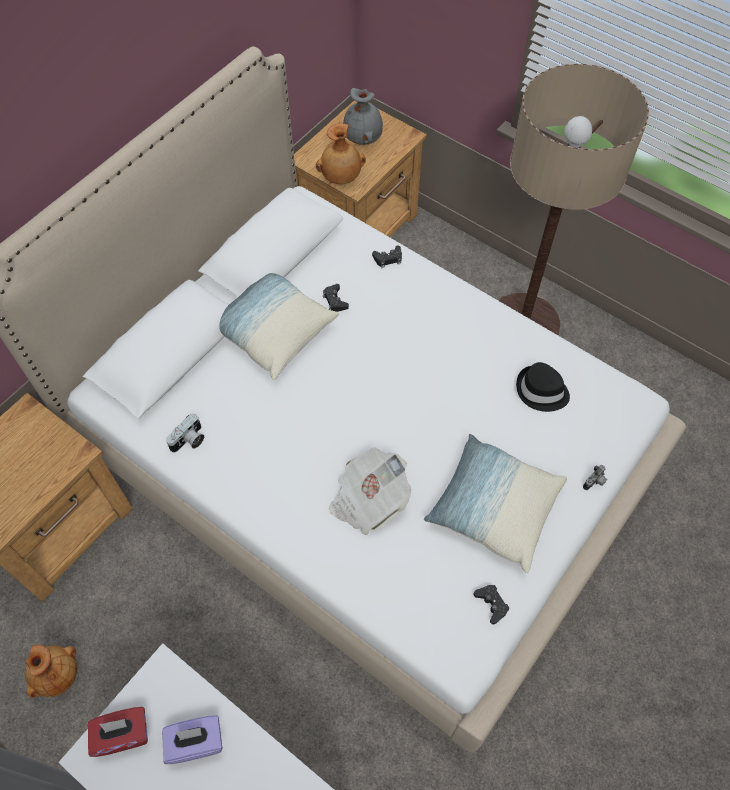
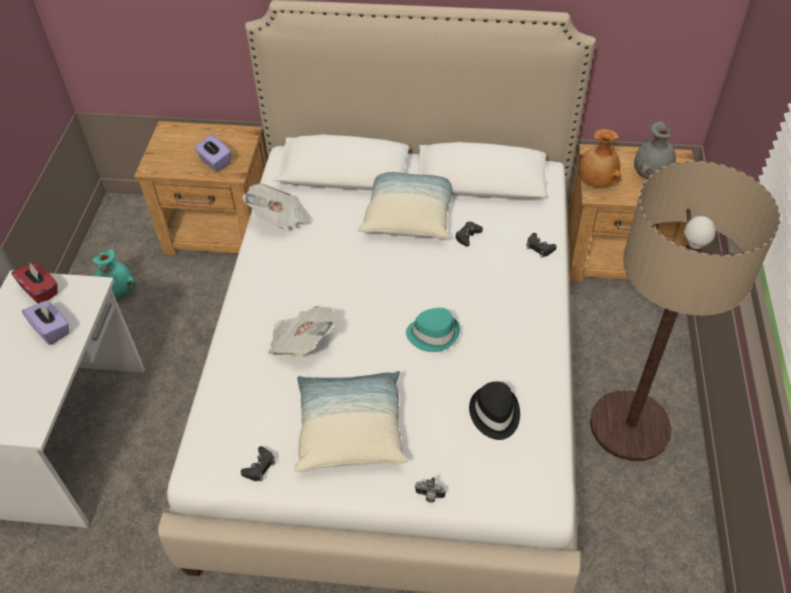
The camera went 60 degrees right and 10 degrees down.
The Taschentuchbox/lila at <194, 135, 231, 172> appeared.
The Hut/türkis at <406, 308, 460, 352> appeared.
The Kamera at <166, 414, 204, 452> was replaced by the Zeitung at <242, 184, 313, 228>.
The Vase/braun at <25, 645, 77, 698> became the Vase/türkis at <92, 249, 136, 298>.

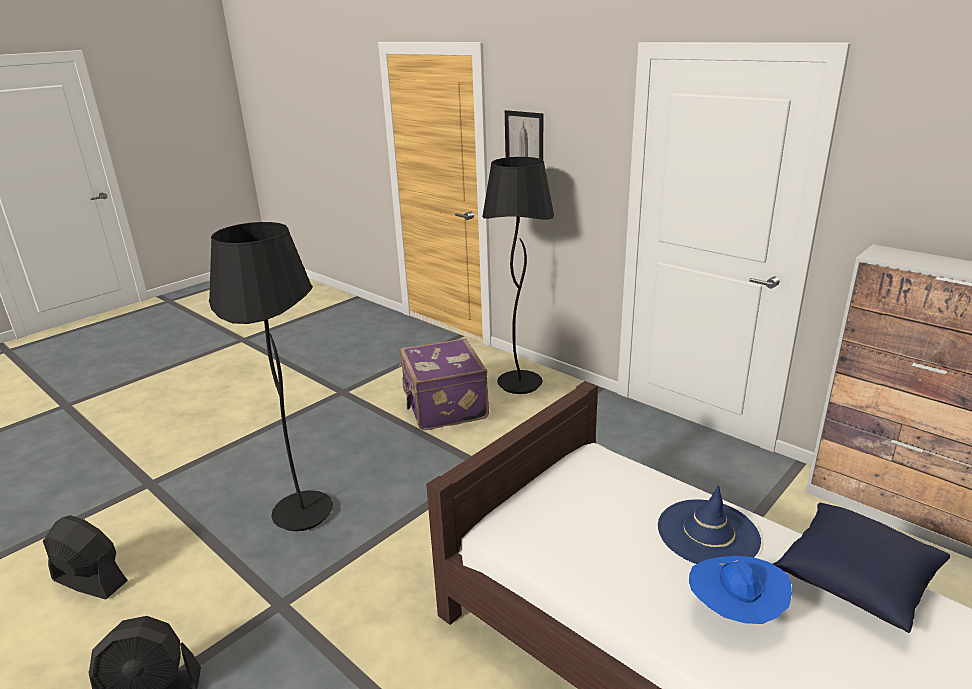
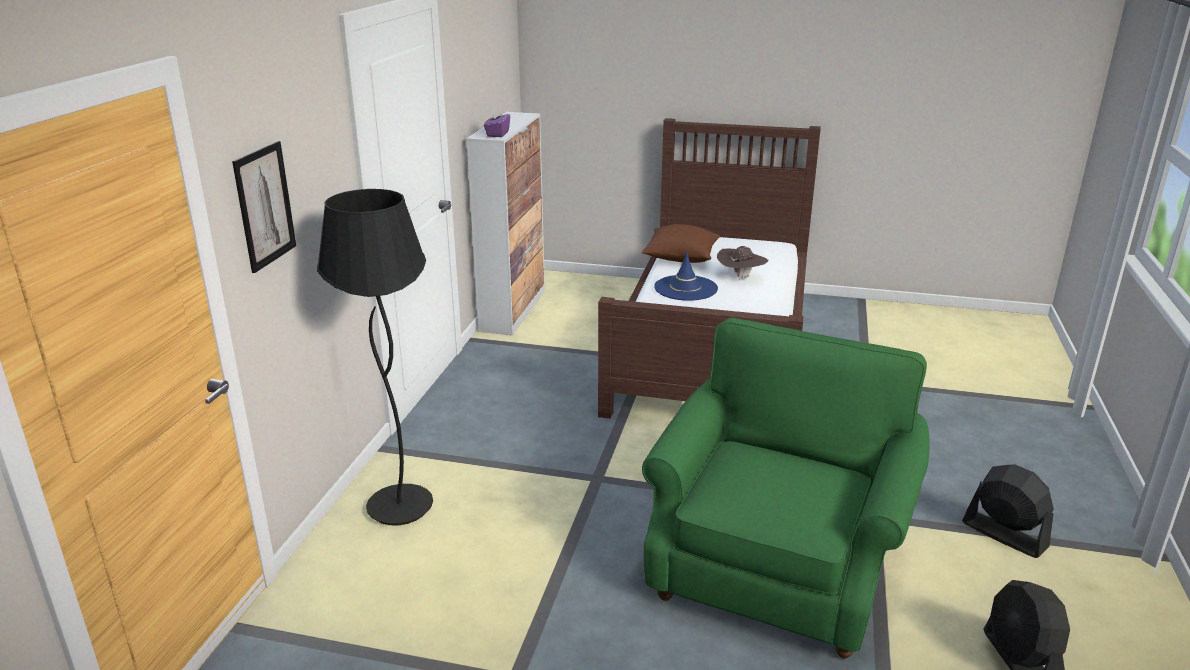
The camera went 120 degrees left and 0 degrees up.
The Koffer/lila at <399, 338, 489, 430> disappeared.
The Taschentuchbox/lila at <484, 108, 510, 137> appeared.
The Stehlampe/schwarz at <209, 222, 333, 531> was replaced by the Sessel/grün at <642, 318, 930, 659>.
The Hut/blau at <689, 556, 792, 624> became the Hut/braun at <717, 246, 768, 280>.
The Kissen/blau at <773, 503, 950, 633> became the Kissen/braun at <642, 224, 720, 263>.

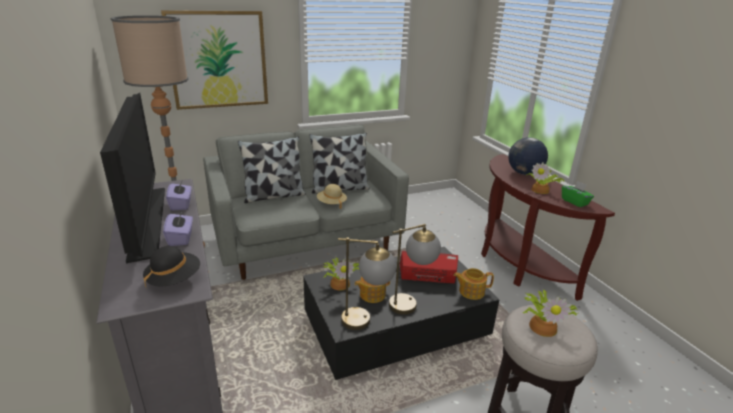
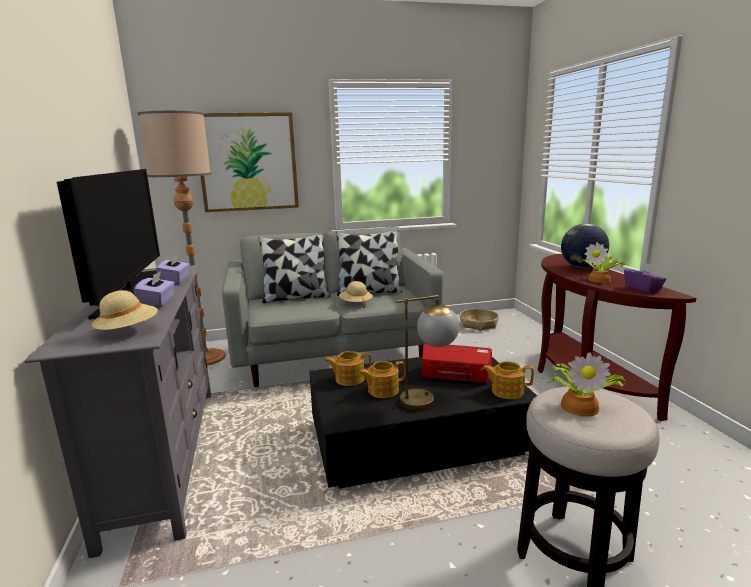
The camera went 10 degrees right and 10 degrees down.
The Tischlampe at <338, 237, 396, 330> disappeared.
The Korb at <460, 309, 499, 331> appeared.
The Topfpflanze at <323, 257, 359, 290> was replaced by the Teekanne at <325, 351, 371, 386>.
The Hut/schwarz at <143, 246, 200, 287> became the Hut/beige at <91, 290, 158, 338>.
The Taschentuchbox/grün at <562, 181, 594, 207> became the Taschentuchbox/lila at <624, 262, 666, 293>.

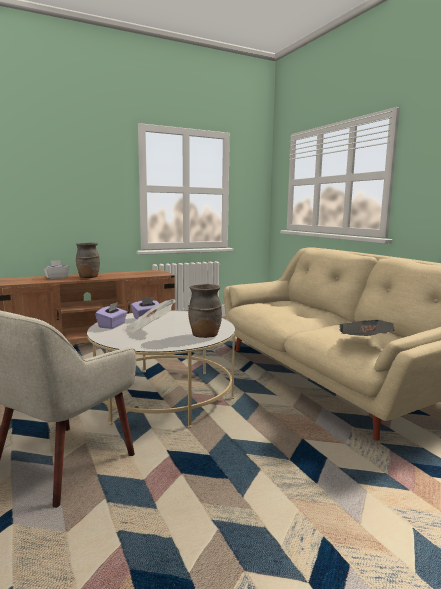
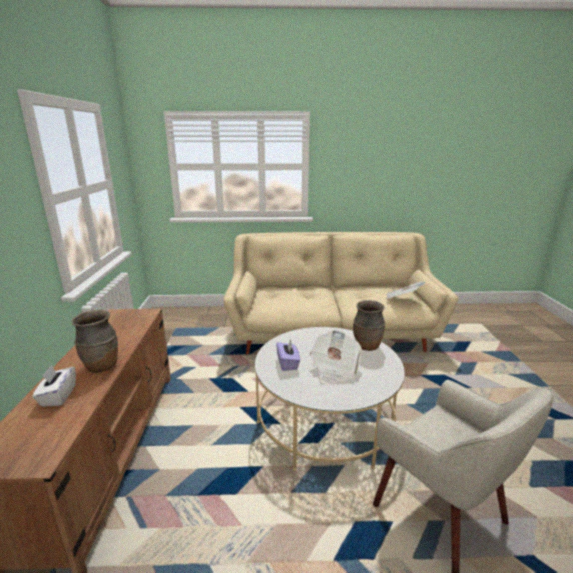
The camera went 65 degrees left and 10 degrees up.
The Taschentuchbox/lila at <95, 302, 127, 329> disappeared.

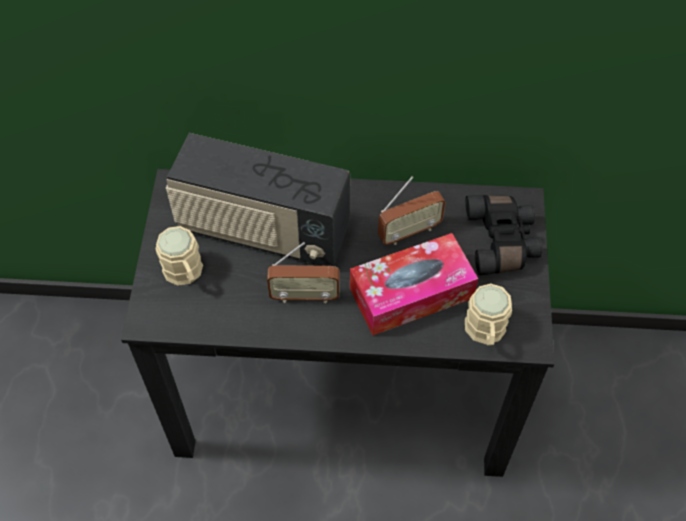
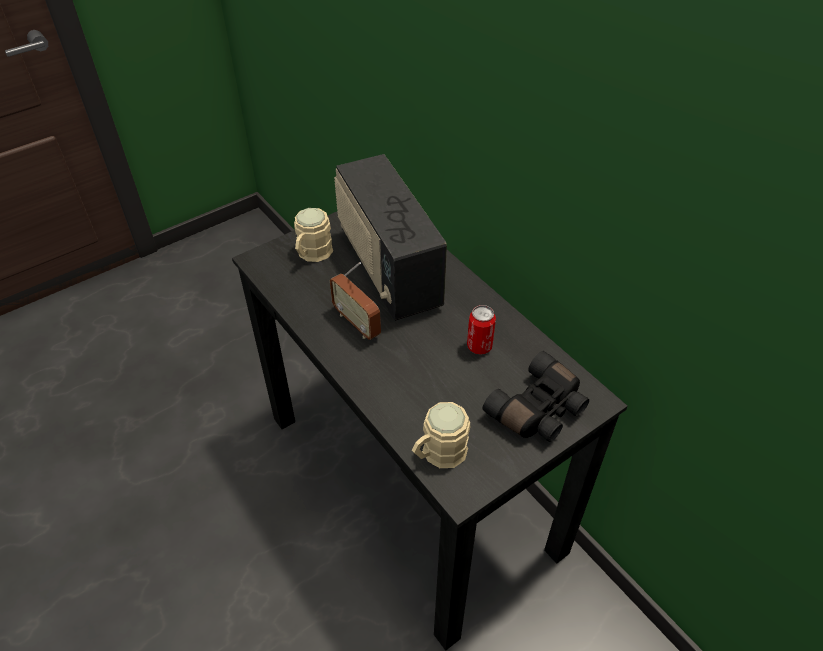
The camera went 50 degrees right and 10 degrees down.
The Taschentuchbox at <350, 233, 478, 336> disappeared.
The Radio at <378, 176, 446, 245> was replaced by the Dose at <467, 305, 496, 355>.

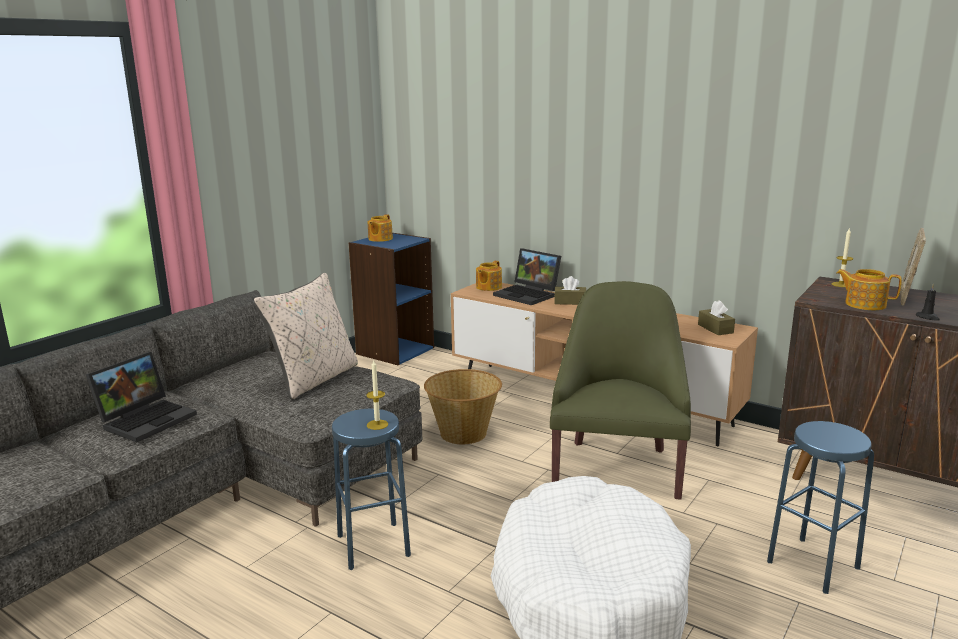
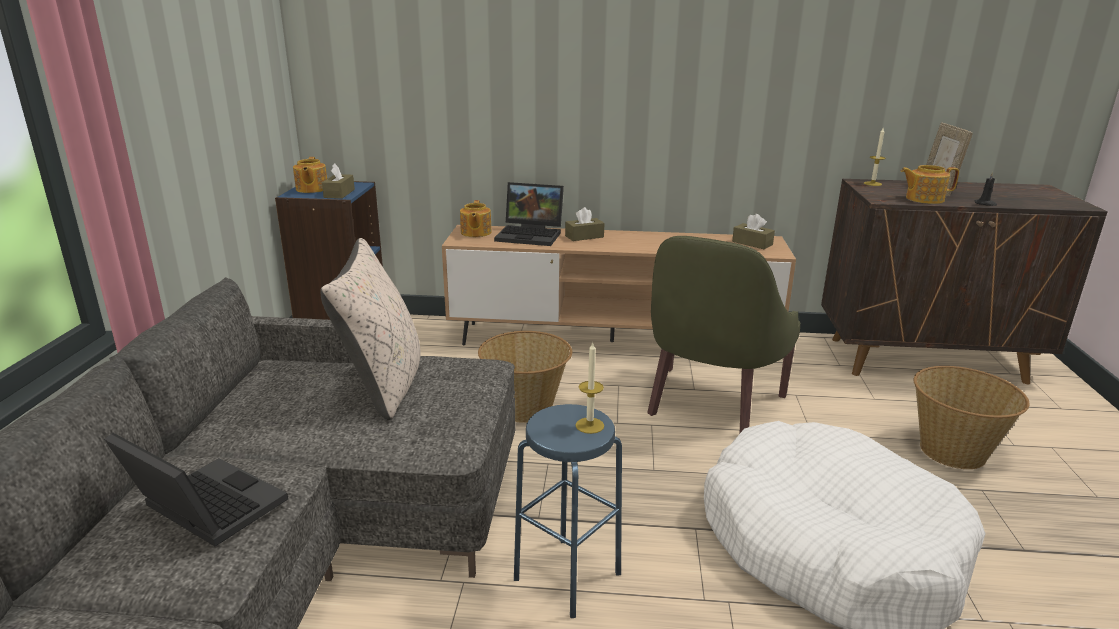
The camera went 30 degrees left and 5 degrees up.
The Taschentuchbox/braun at <322, 163, 355, 199> appeared.
The Hocker/blau at <767, 421, 874, 594> was replaced by the Korb at <914, 366, 1030, 469>.
The Laptop at <85, 352, 197, 442> turned 60 degrees counterclockwise.
The Sessel/grün at <550, 281, 691, 500> turned 135 degrees counterclockwise.

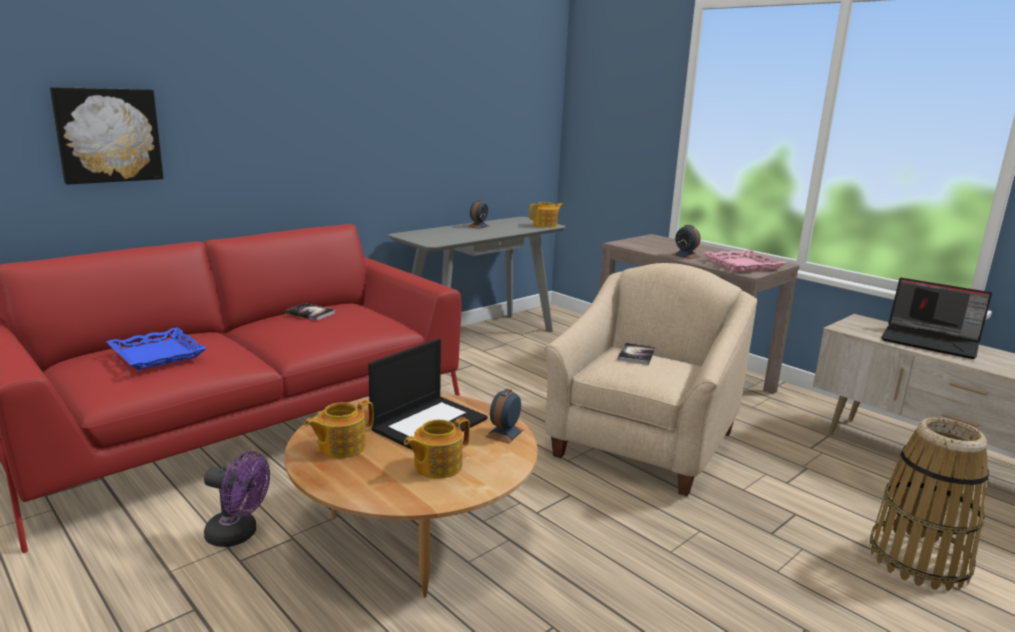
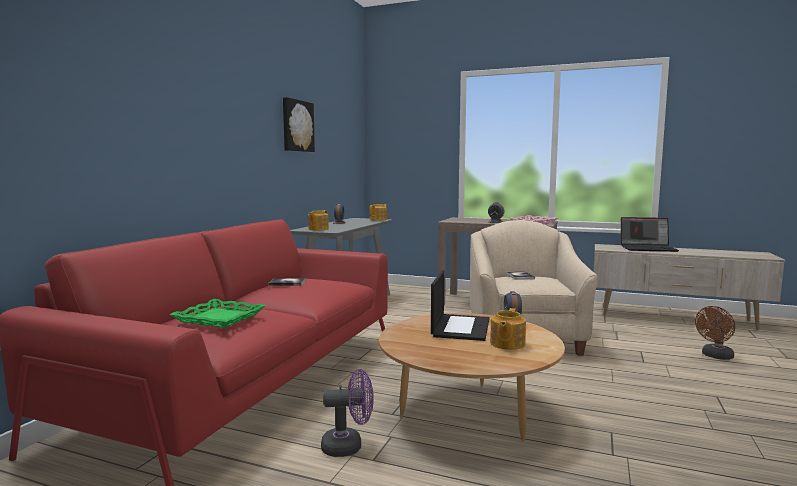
The camera went 25 degrees left and 10 degrees down.
The Bild moved from <50, 87, 163, 185> to <283, 97, 315, 152>.
The Teekanne moved from <304, 400, 374, 458> to <308, 210, 329, 230>.
The Korb at <869, 418, 989, 591> was replaced by the Ventilator/braun at <695, 306, 735, 360>.
The Tablett/blau at <106, 327, 207, 370> became the Tablett/grün at <170, 299, 266, 328>.

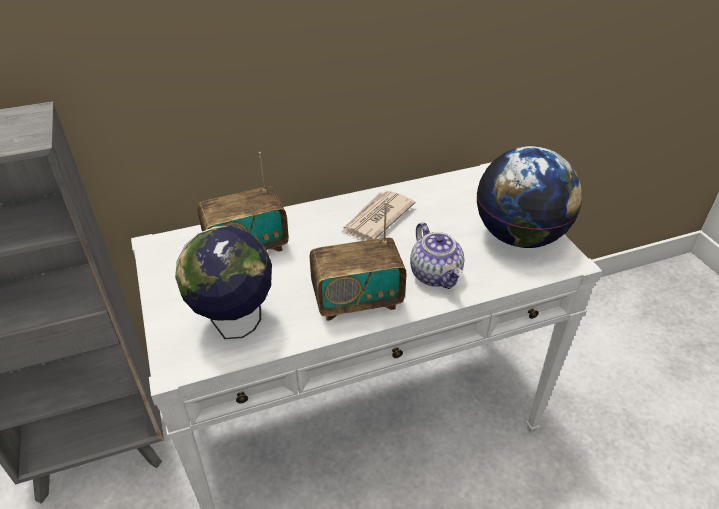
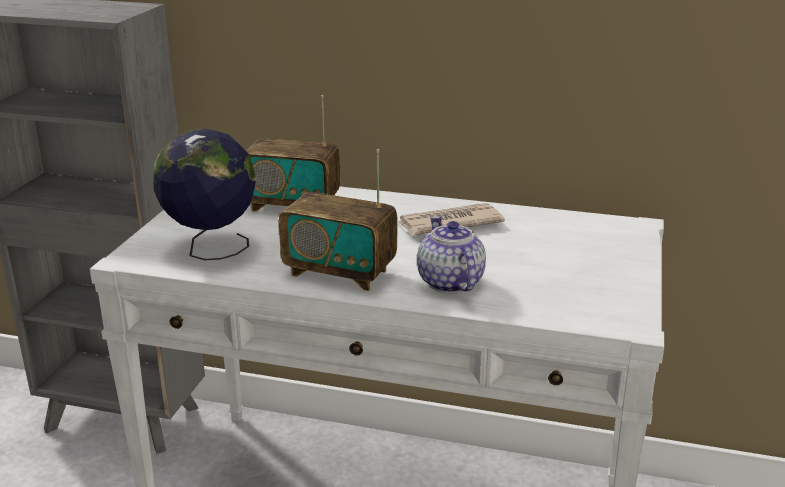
The camera went 35 degrees right and 15 degrees down.
The Globus at <477, 146, 582, 248> disappeared.
The Teekanne at <410, 222, 465, 289> turned 150 degrees clockwise.

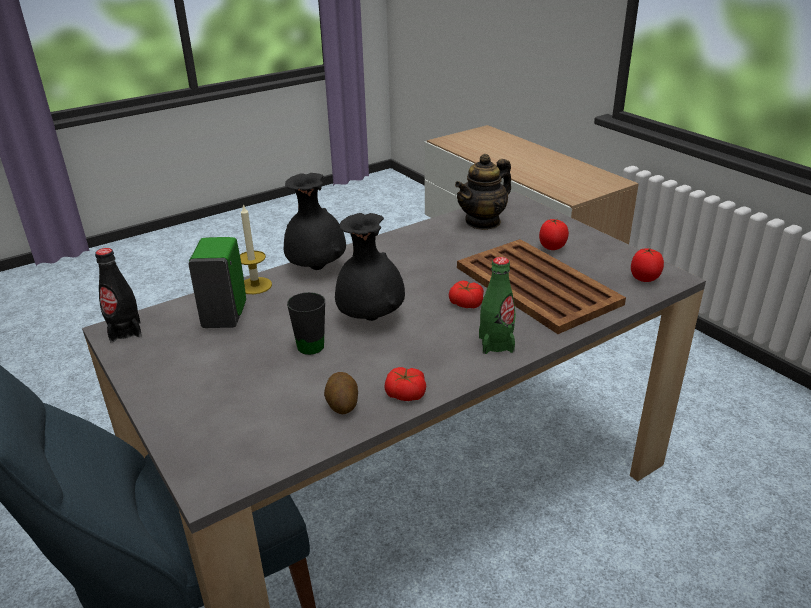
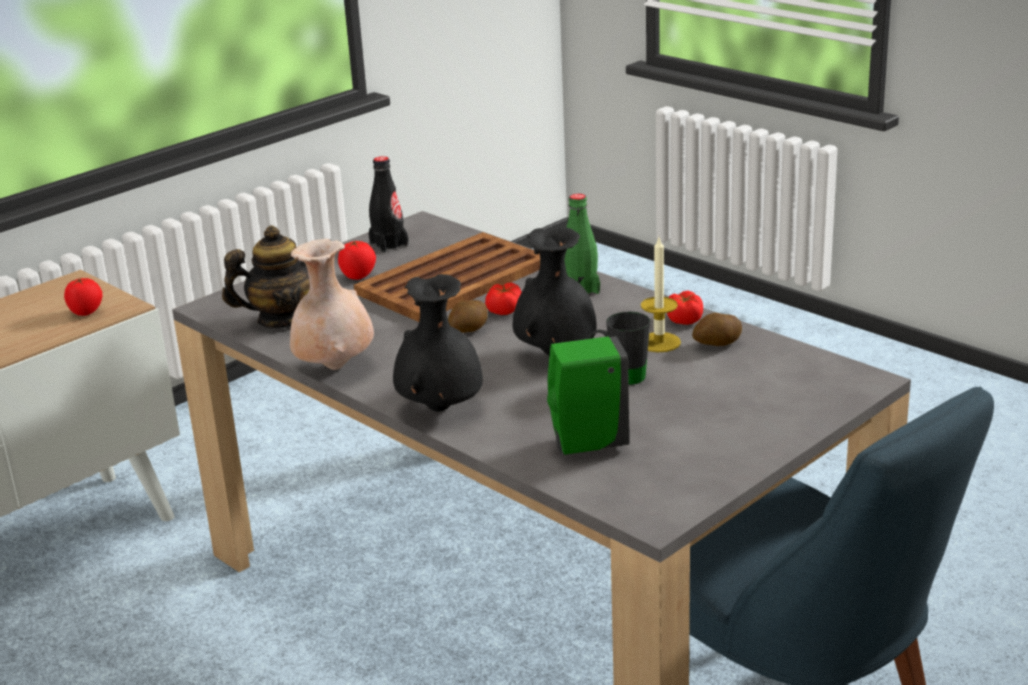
The camera went 100 degrees left and 5 degrees down.
The Vase/beige at <290, 239, 374, 370> appeared.
The Kartoffel at <448, 300, 488, 333> appeared.
The Flasche/schwarz moved from <95, 248, 142, 343> to <369, 156, 408, 253>.
The Kerze moved from <240, 204, 272, 294> to <641, 238, 681, 352>.
The Tomate moved from <631, 248, 664, 282> to <64, 278, 102, 316>.
The Teekanne at <455, 154, 511, 230> turned 60 degrees counterclockwise.

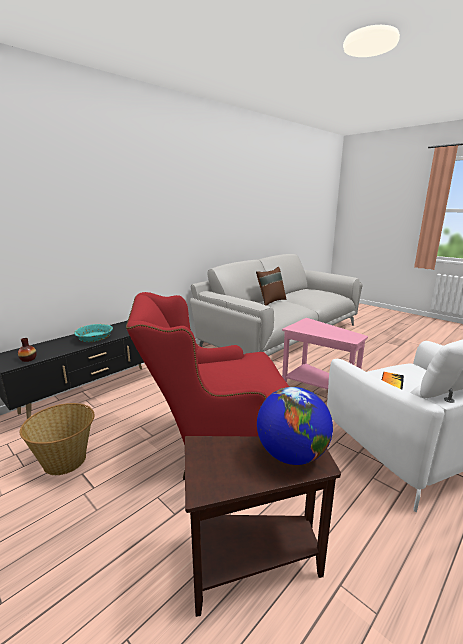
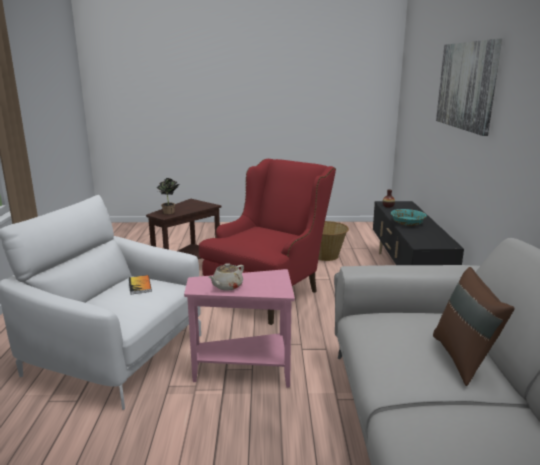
The camera went 135 degrees right and 0 degrees up.
The Teekanne/beige at <208, 263, 244, 291> appeared.
The Bild at <436, 39, 502, 136> appeared.
The Globus at <257, 387, 333, 465> was replaced by the Topfpflanze at <157, 178, 180, 214>.

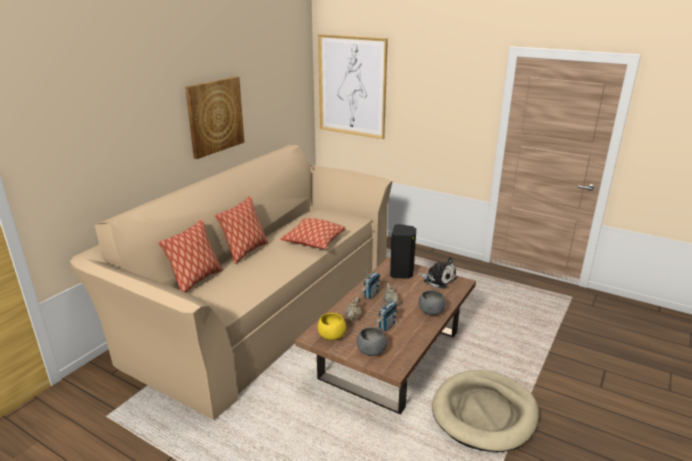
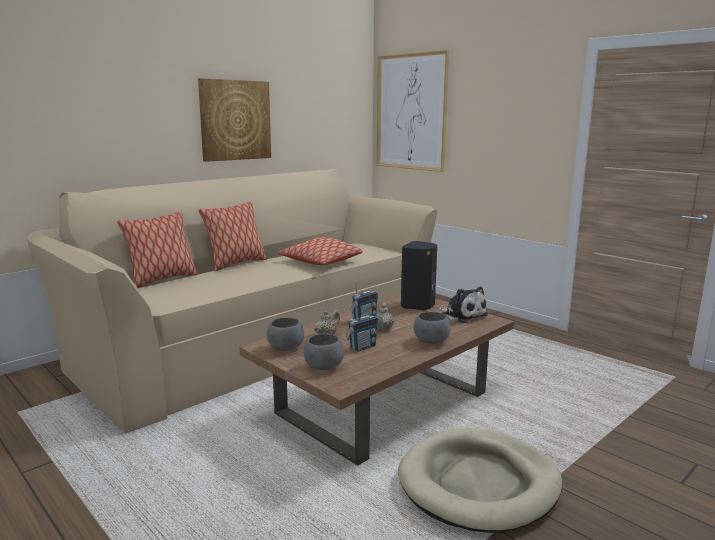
The camera went 15 degrees right and 10 degrees down.
The Schüssel/gelb at <317, 313, 346, 340> became the Schüssel/grau at <267, 318, 304, 351>.

